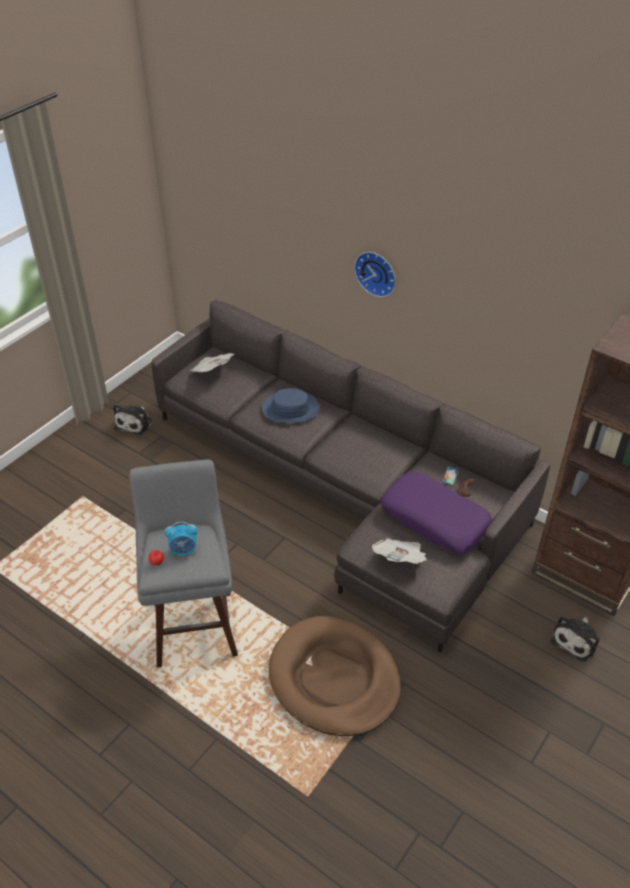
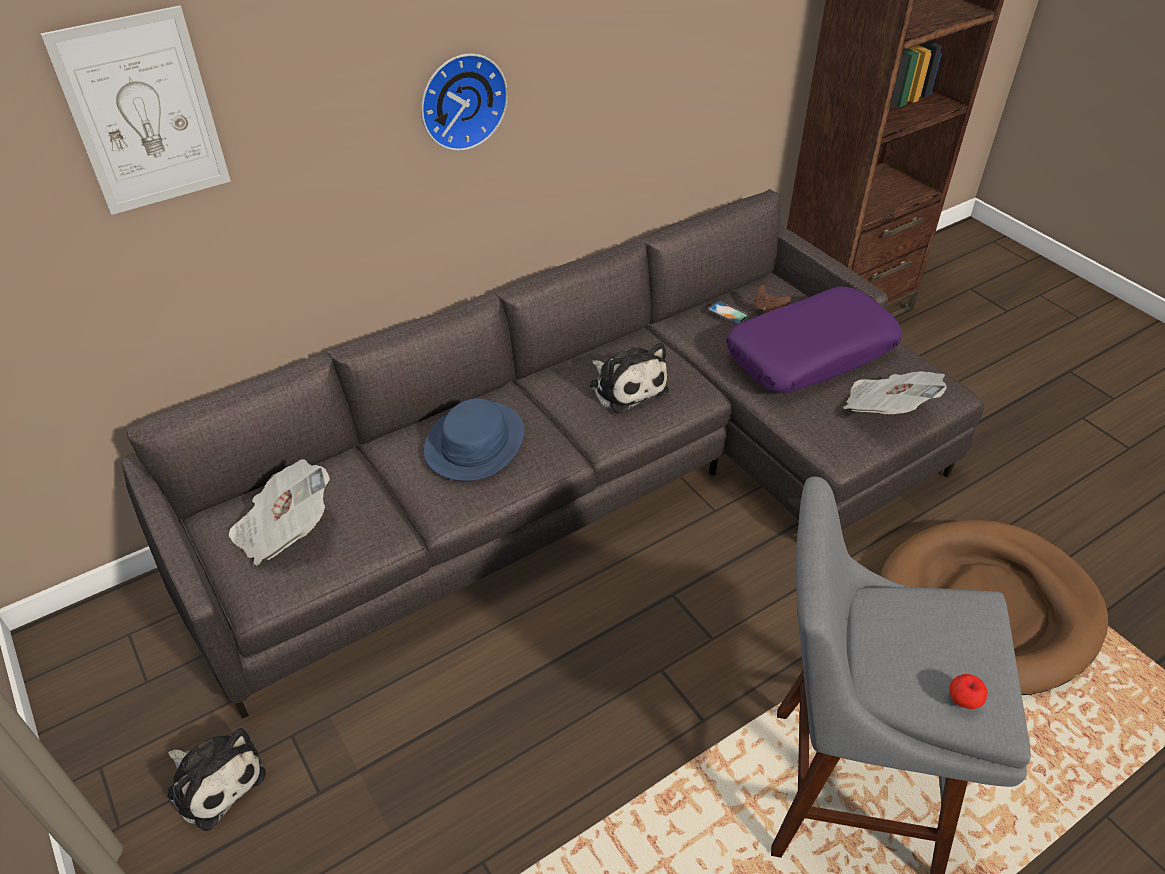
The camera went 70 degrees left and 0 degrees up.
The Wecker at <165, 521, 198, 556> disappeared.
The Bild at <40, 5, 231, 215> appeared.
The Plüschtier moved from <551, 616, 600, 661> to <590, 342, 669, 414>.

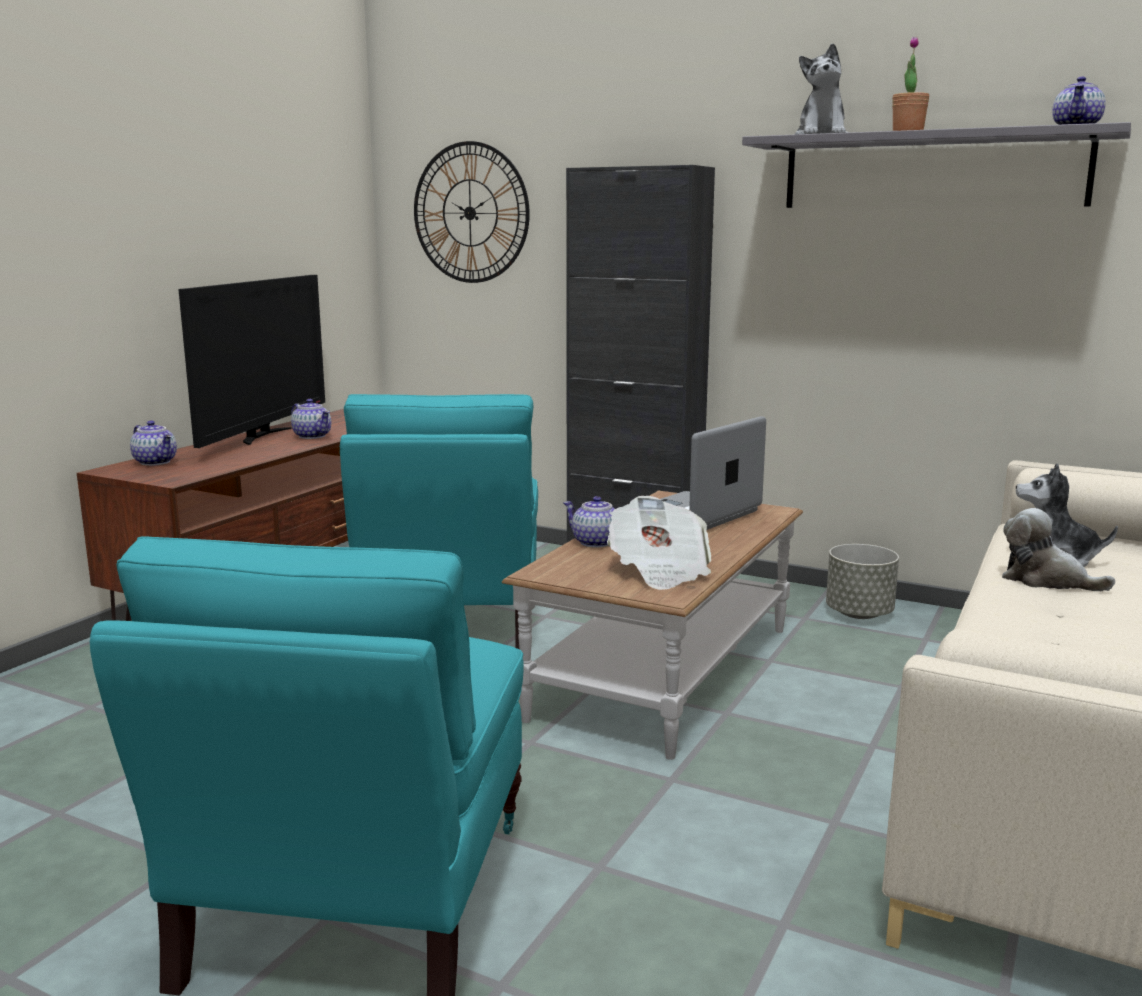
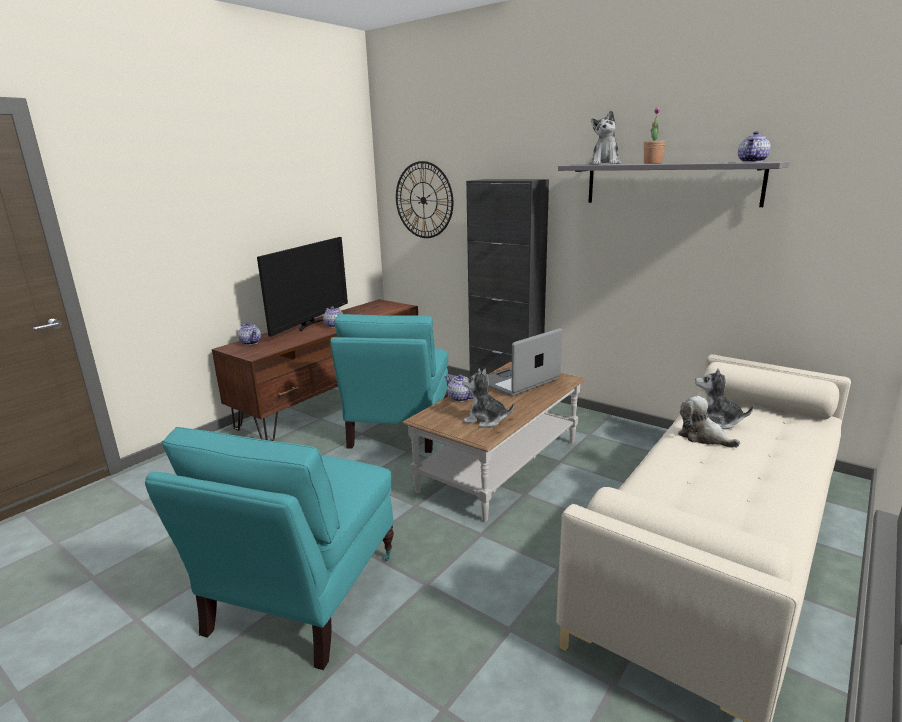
The camera went 10 degrees right and 5 degrees up.
The Pflanzkübel/grau at <826, 544, 899, 619> disappeared.
The Zeitung at <607, 496, 711, 590> was replaced by the Plüschtier at <462, 369, 514, 427>.

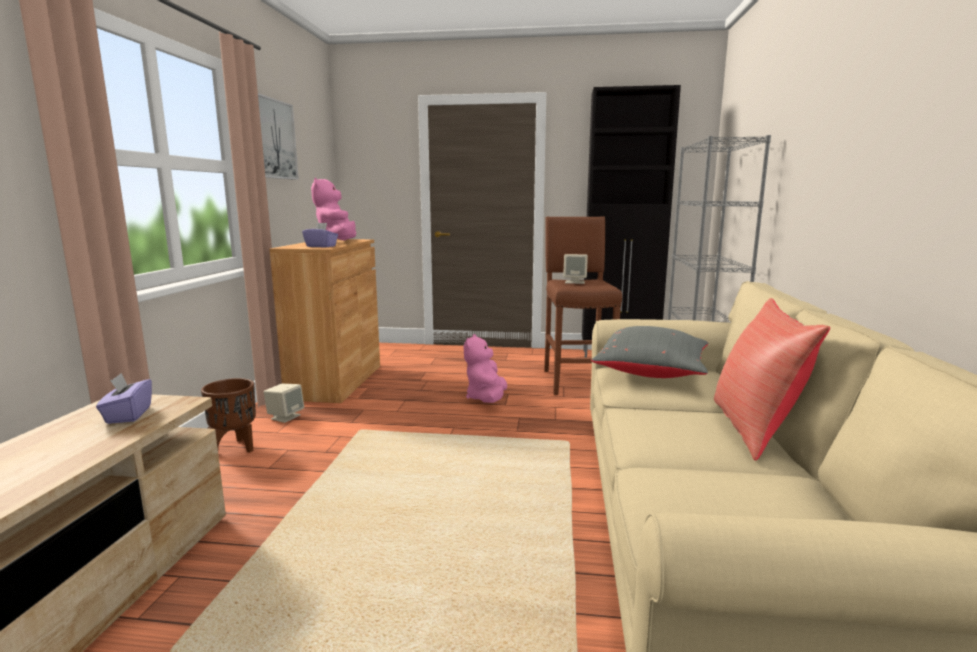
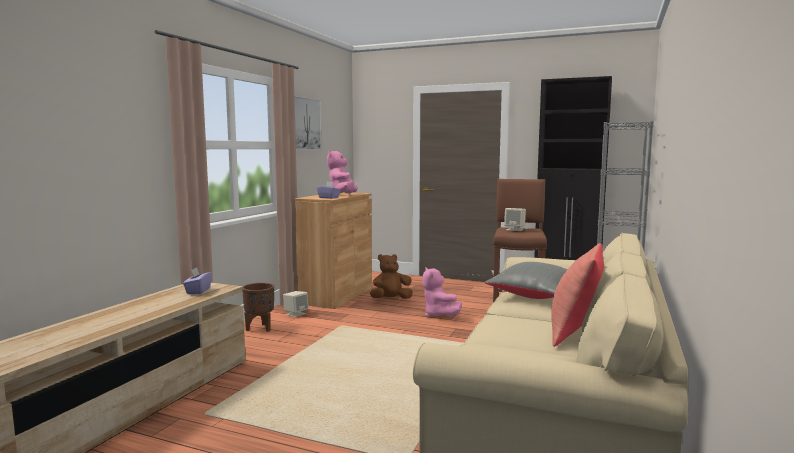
The camera went 15 degrees right and 5 degrees down.
The Plüschtier/braun at <370, 254, 413, 299> appeared.
The Plüschtier/rosa at <464, 334, 507, 403> turned 45 degrees counterclockwise.

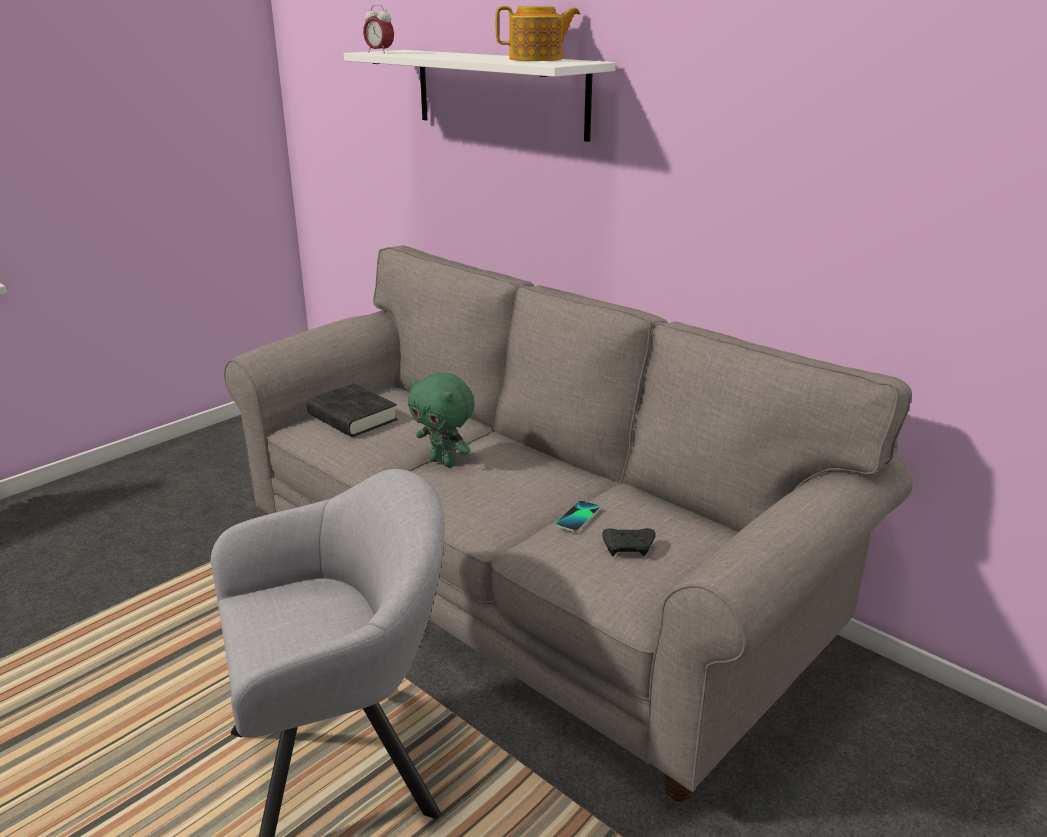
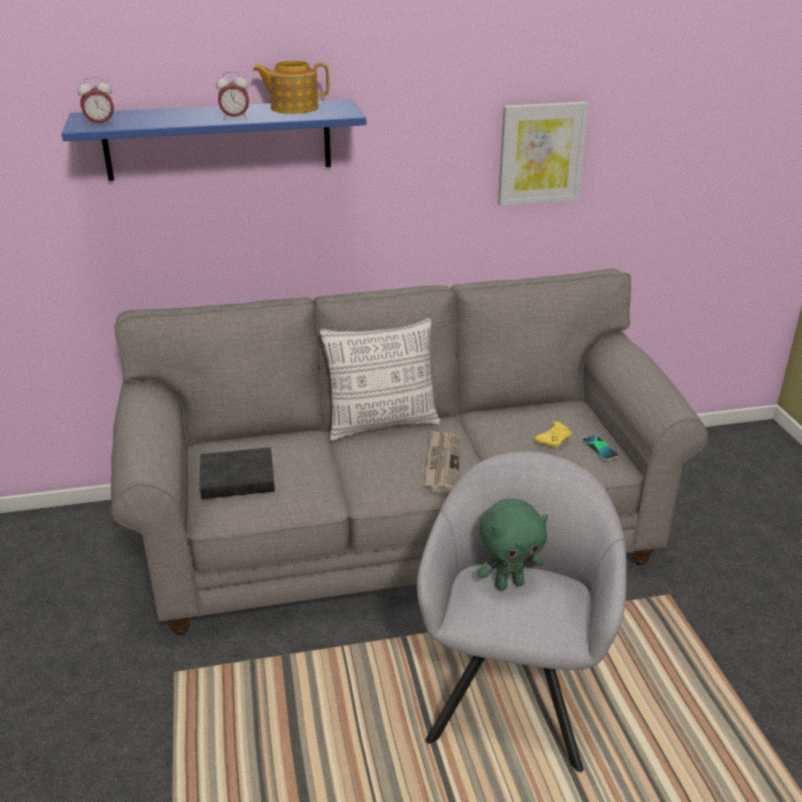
The camera went 55 degrees left and 5 degrees up.
The Wecker at <216, 72, 249, 121> appeared.
The Kissen at <320, 318, 441, 441> appeared.
The Zeitung at <424, 430, 460, 493> appeared.
The Bild at <498, 102, 589, 206> appeared.
The Plüschtier/grün moved from <408, 372, 475, 467> to <477, 499, 548, 591>.
The Handy moved from <556, 500, 600, 532> to <582, 435, 619, 461>.
The Wandregal/weiß at <344, 50, 616, 142> became the Wandregal/blau at <62, 100, 366, 181>.
The Gamepad/schwarz at <602, 528, 656, 556> became the Gamepad/gelb at <534, 422, 571, 449>.
The Teekanne at <495, 6, 580, 61> turned 120 degrees counterclockwise.

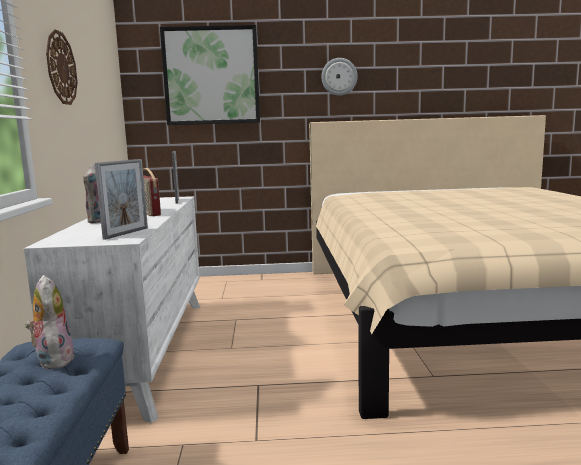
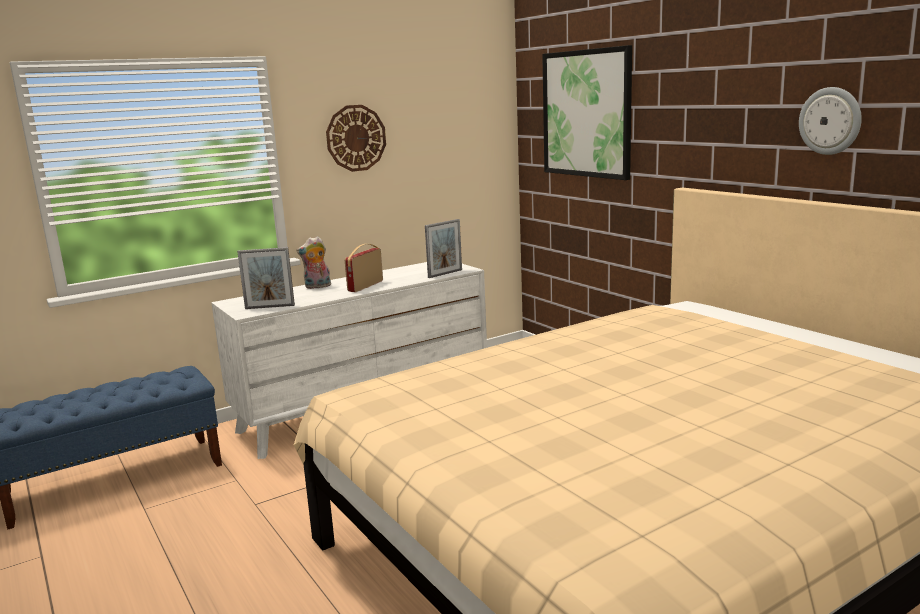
The camera went 60 degrees right and 5 degrees up.
The Plüschtier at <25, 275, 75, 369> disappeared.
The Wanduhr moved from <321, 58, 358, 96> to <799, 87, 862, 155>.

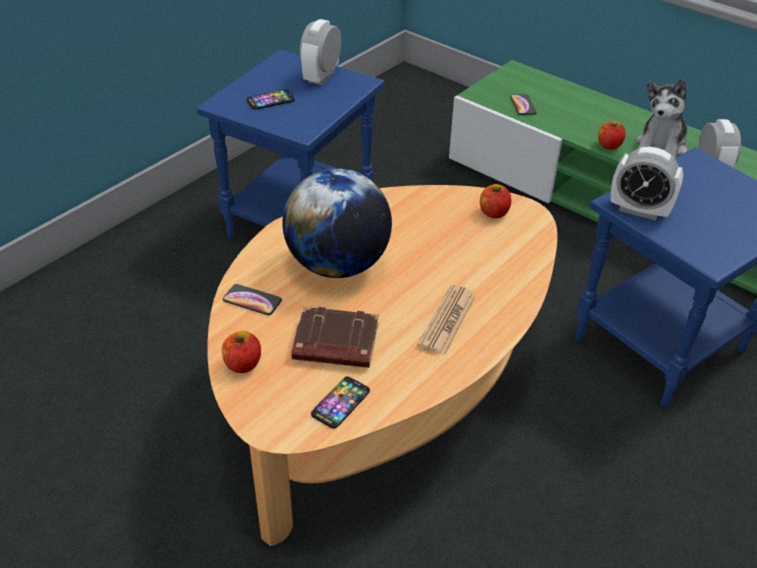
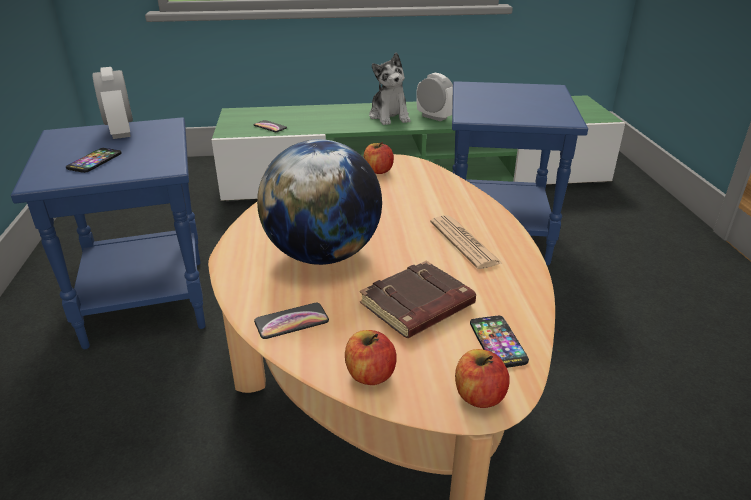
The camera went 45 degrees left and 10 degrees down.
The Wecker at <611, 146, 683, 221> disappeared.
The Apfel moved from <598, 121, 626, 150> to <455, 349, 510, 408>.

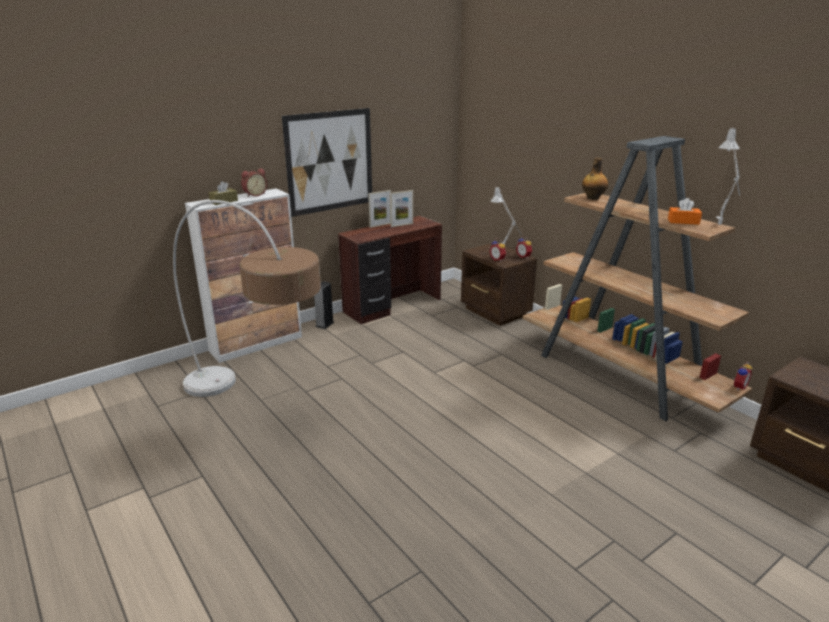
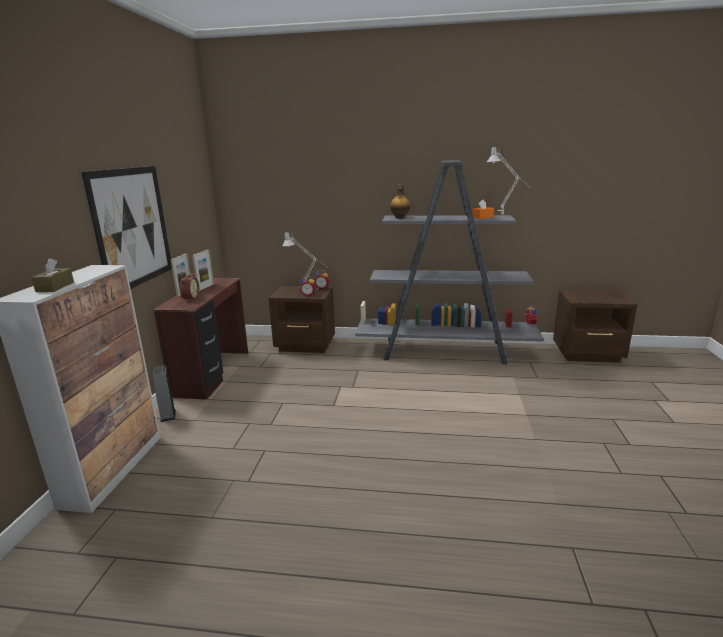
The camera went 45 degrees left and 5 degrees down.
The Stehlampe at <173, 200, 321, 397> disappeared.
The Wecker moved from <241, 169, 267, 197> to <179, 273, 199, 301>.
The Bücherregal/braun at <523, 136, 752, 421> became the Bücherregal/grau at <355, 160, 544, 365>.

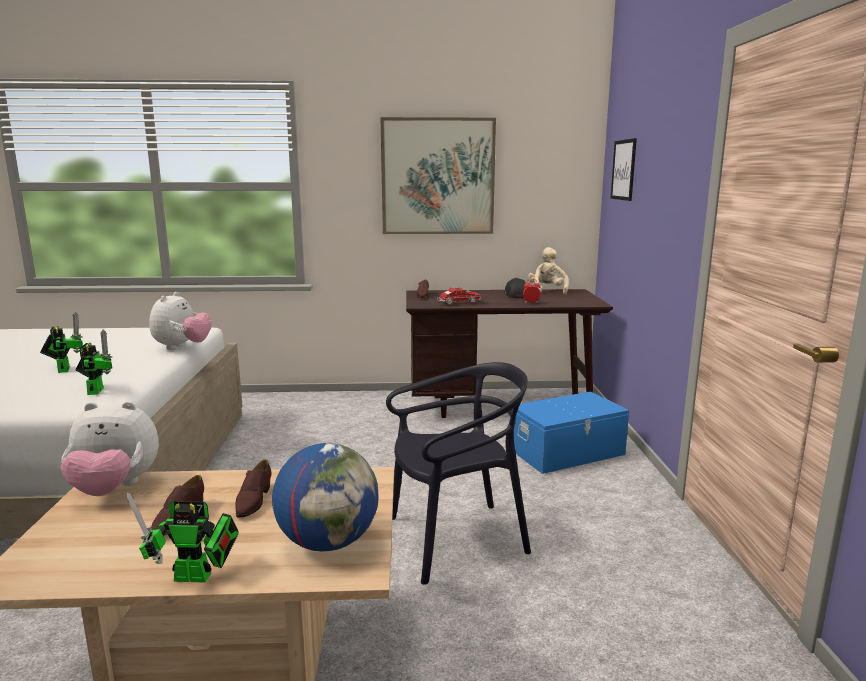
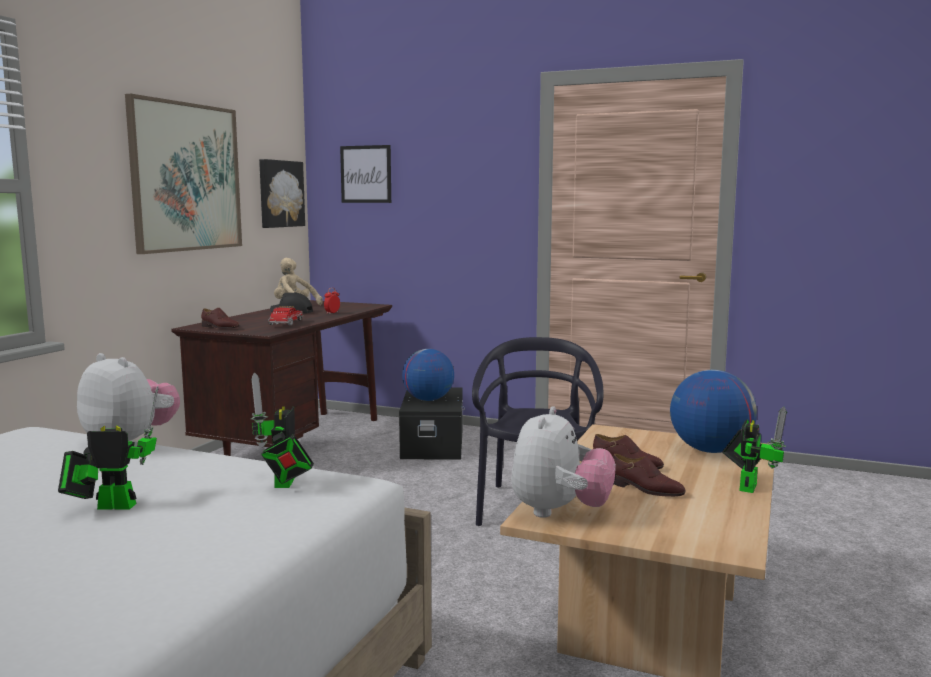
The camera went 65 degrees left and 5 degrees down.
The Bild at <259, 159, 305, 228> appeared.
The Globus at <402, 349, 454, 401> appeared.
The Aufbewahrungsbox/blau at <514, 392, 629, 474> became the Aufbewahrungsbox/schwarz at <399, 387, 465, 459>.
The Spielzeugroboter at <75, 329, 112, 395> turned 105 degrees counterclockwise.

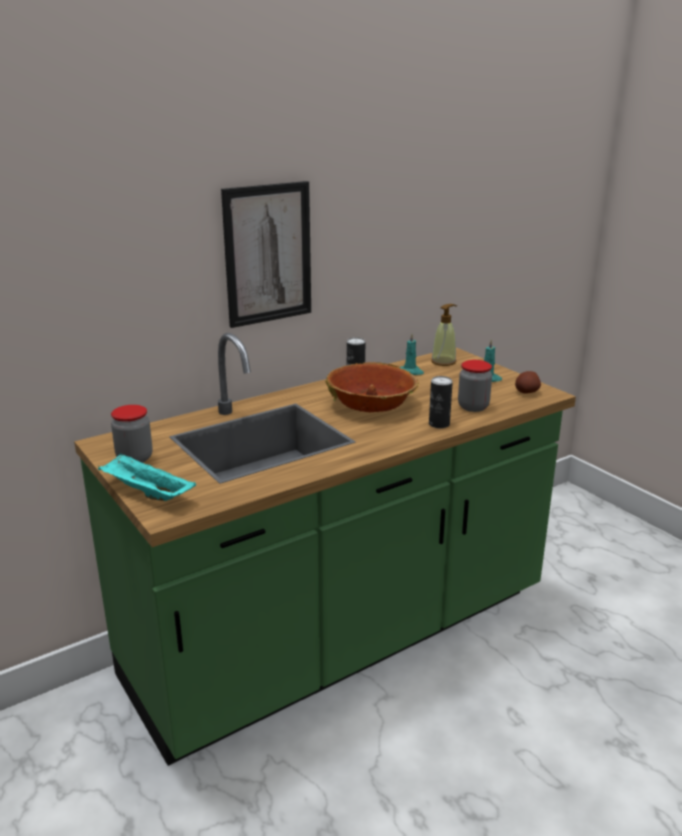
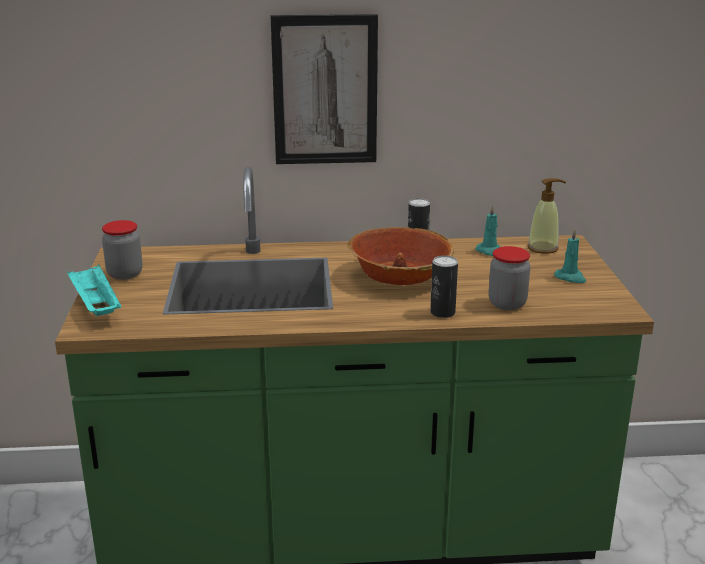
The camera went 30 degrees right and 0 degrees up.
The Kartoffel at <515, 371, 541, 393> disappeared.

